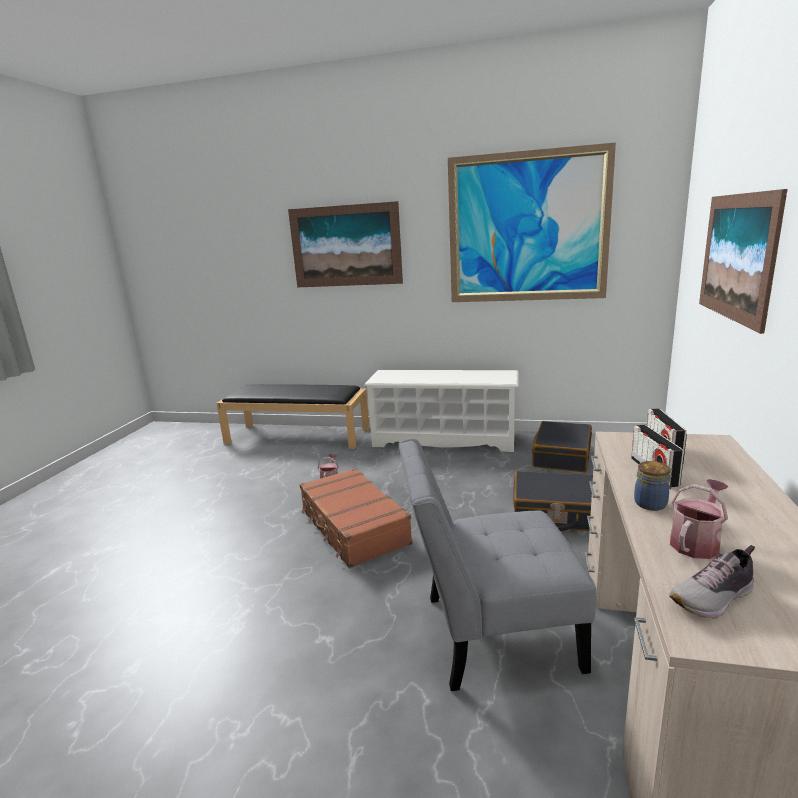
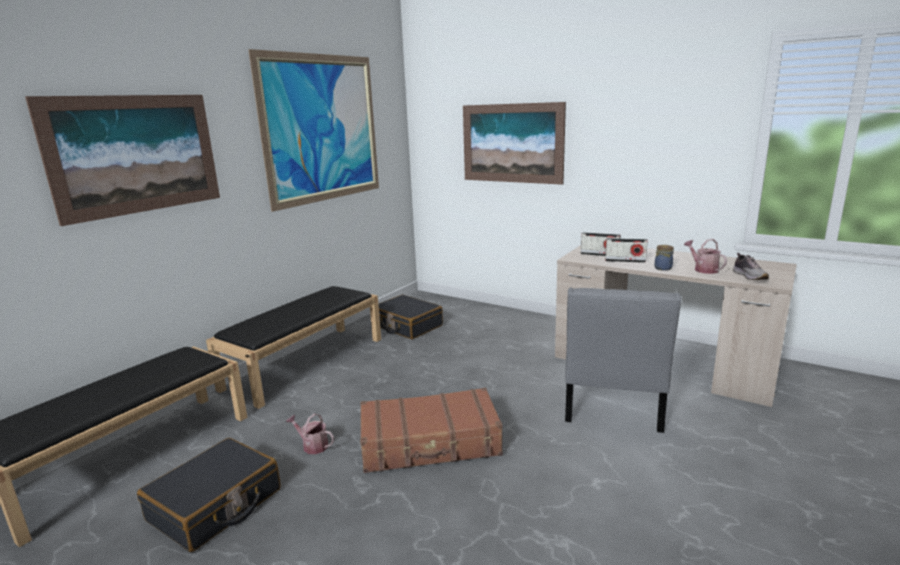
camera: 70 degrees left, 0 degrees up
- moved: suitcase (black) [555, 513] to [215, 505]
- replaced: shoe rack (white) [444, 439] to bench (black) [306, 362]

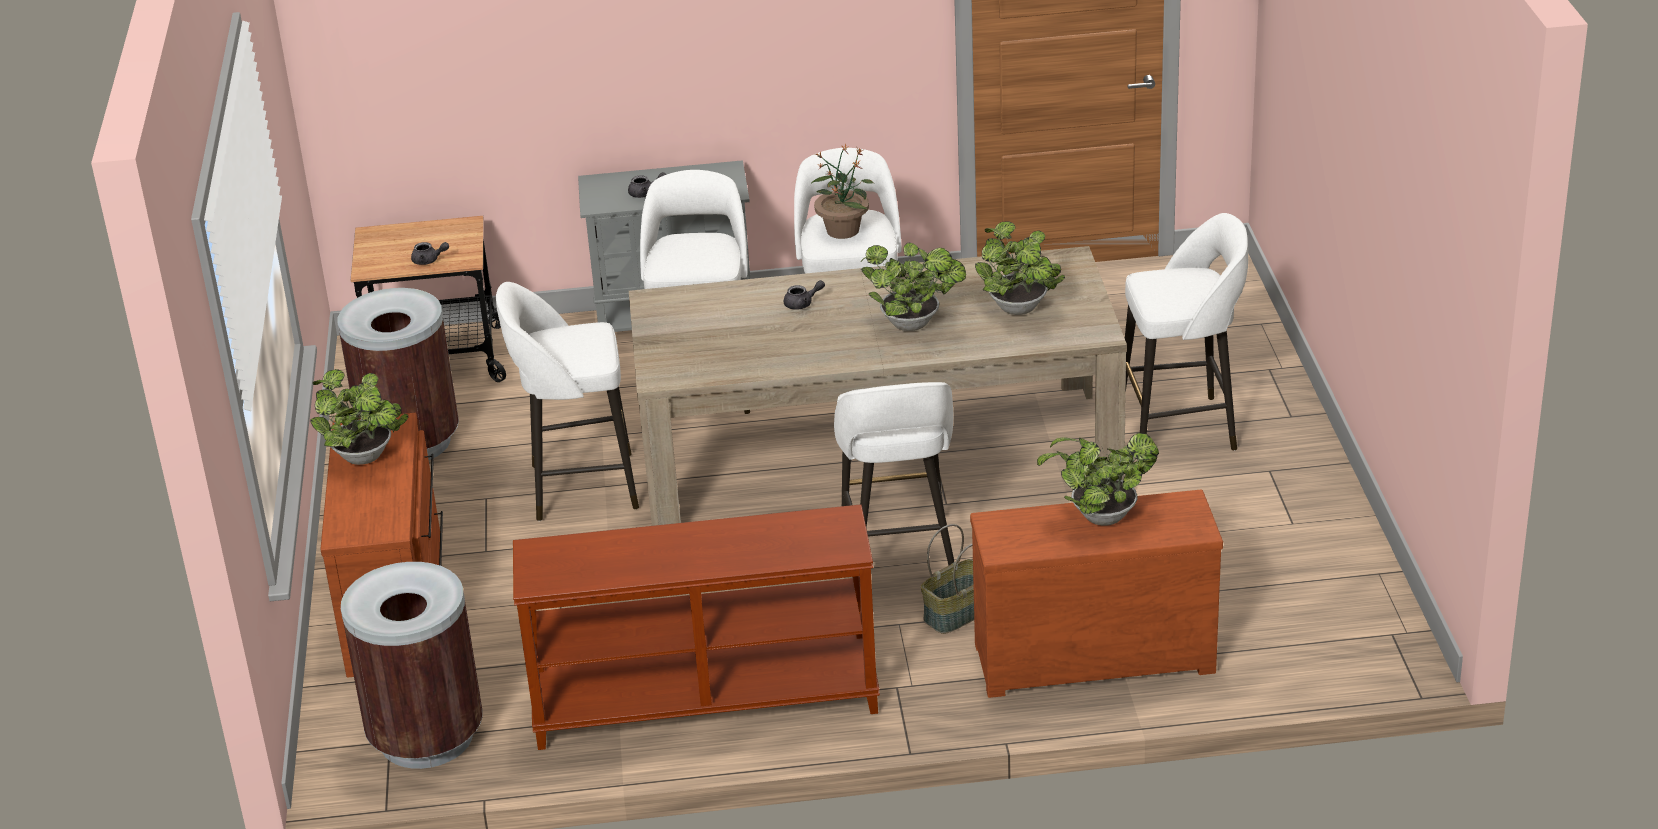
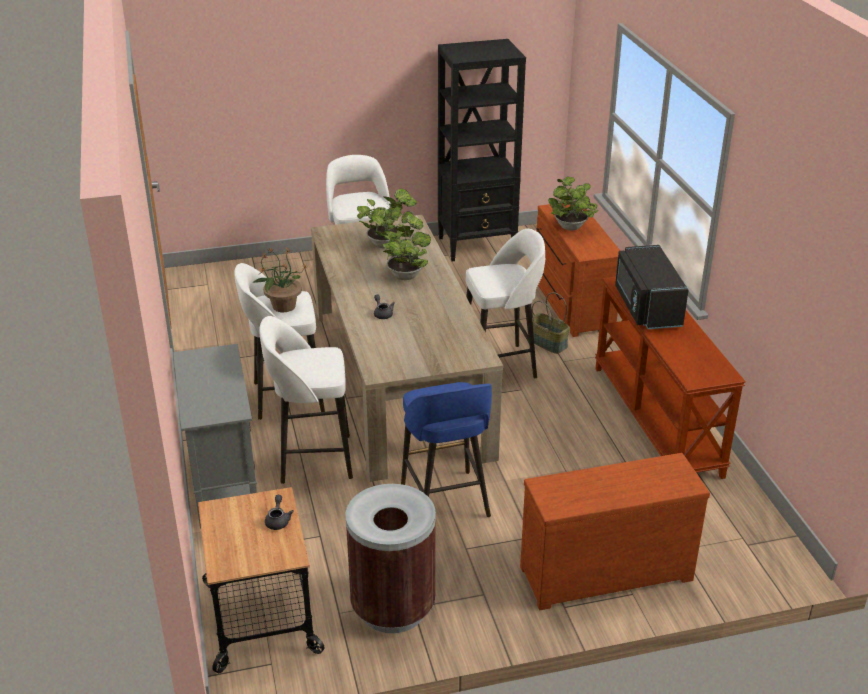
camera: 100 degrees left, 0 degrees up
- removed: potted plant [366, 458]
- removed: trash can (brown) [426, 738]
- removed: teapot (grey) [646, 193]
- added: bookcase (black) [477, 245]
- added: microwave (black) [646, 307]
- recoloured: stool (white) [580, 487] to stool (blue) [445, 502]

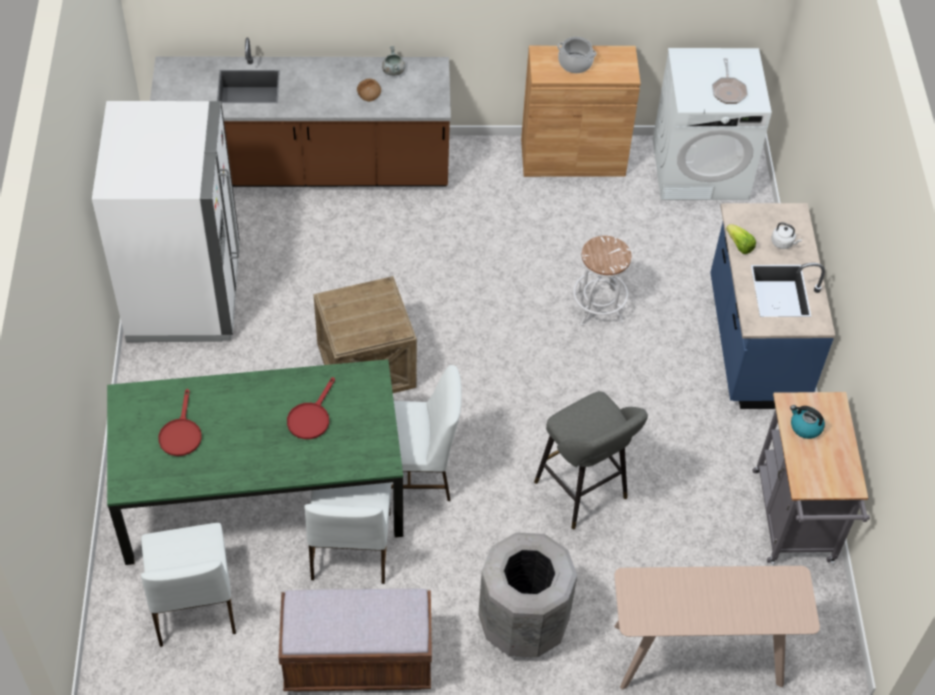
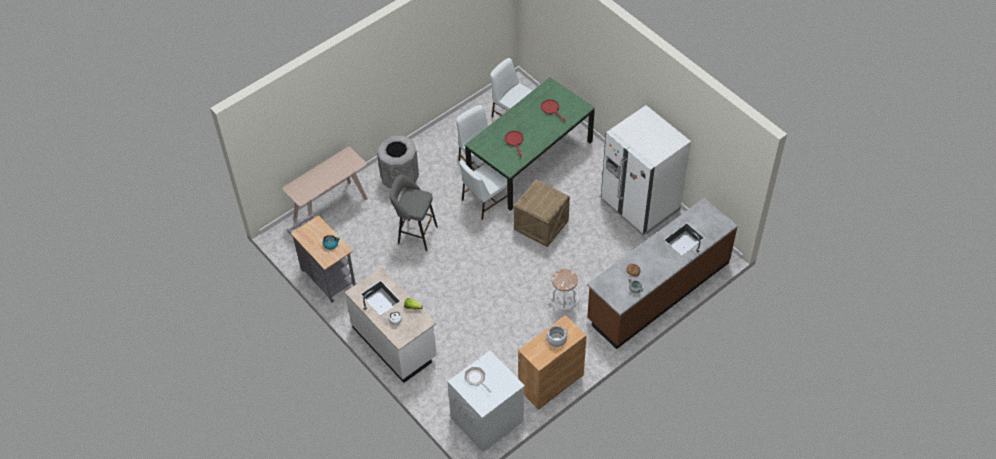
camera: 145 degrees right, 0 degrees up
- removed: bench (brown) [358, 662]
- moved: stool (white) [598, 307] to [563, 304]
- recoloured: counter (blue) [754, 343] to counter (white) [395, 342]

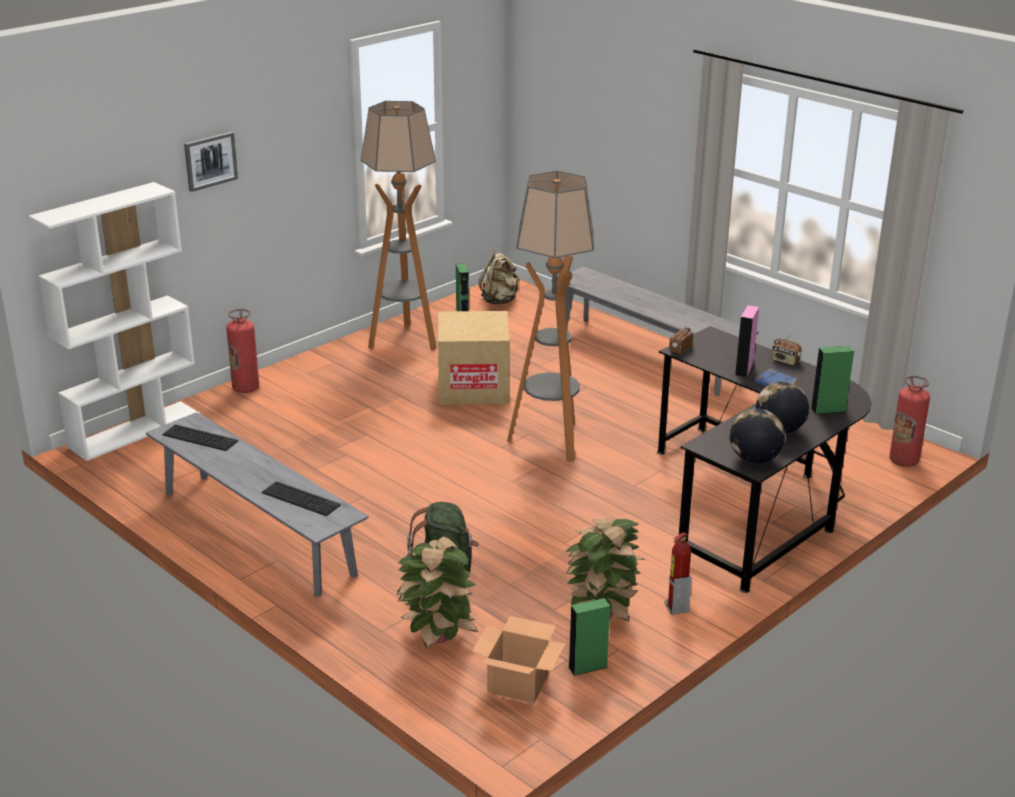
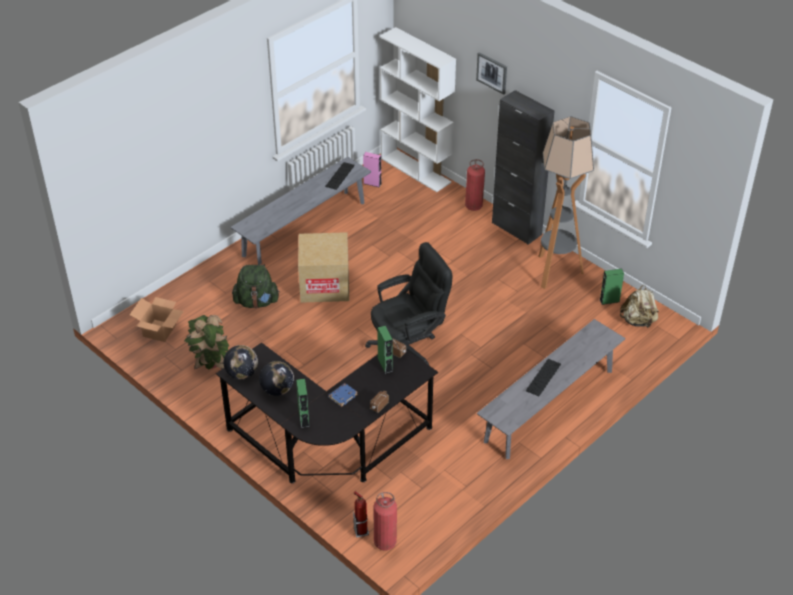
camera: 90 degrees right, 15 degrees up
- removed: potted plant [437, 637]
- added: cabinet (black) [516, 228]
- moved: keyboard [300, 499] to [543, 377]
- moved: cardboard box [473, 387] to [324, 285]
- moved: speaker (green) [588, 667] to [385, 365]
- moved: fire extinguisher [676, 608] to [361, 531]
- moved: speaker (pink) [744, 369] to [372, 183]
- replaced: floor lamp [550, 441] to office chair (black) [408, 347]

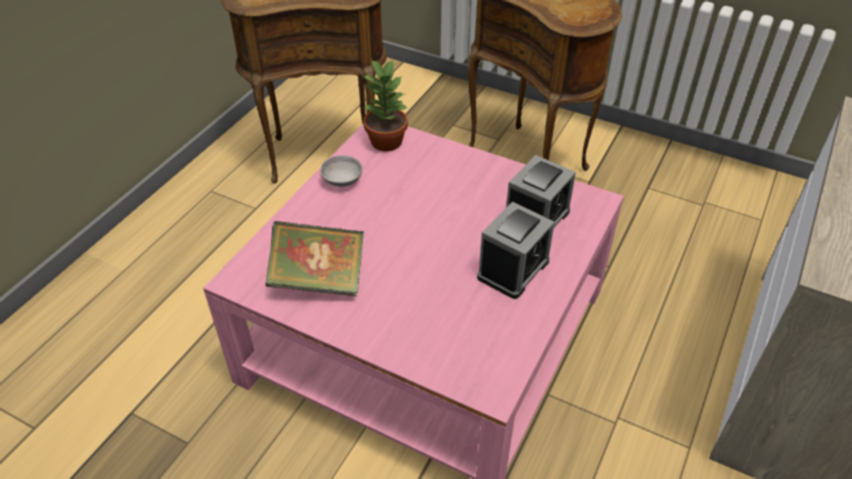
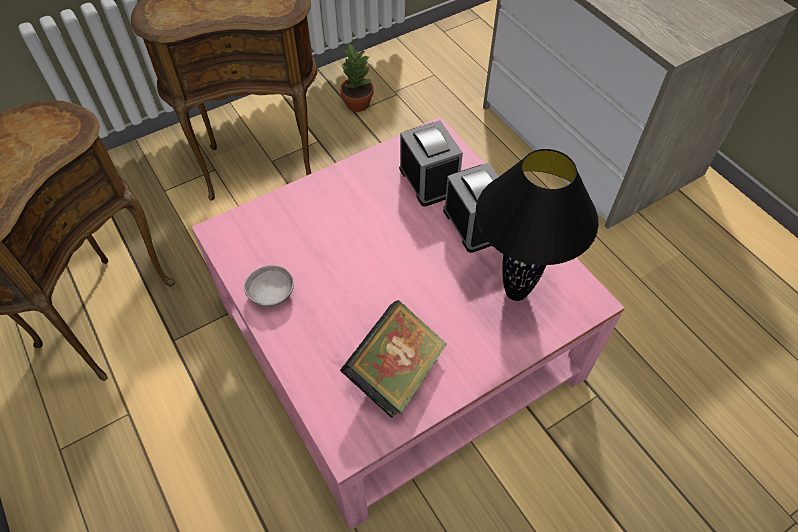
camera: 60 degrees left, 10 degrees up
- added: table lamp (black) [515, 293]
- moved: potted plant [386, 141] to [357, 103]

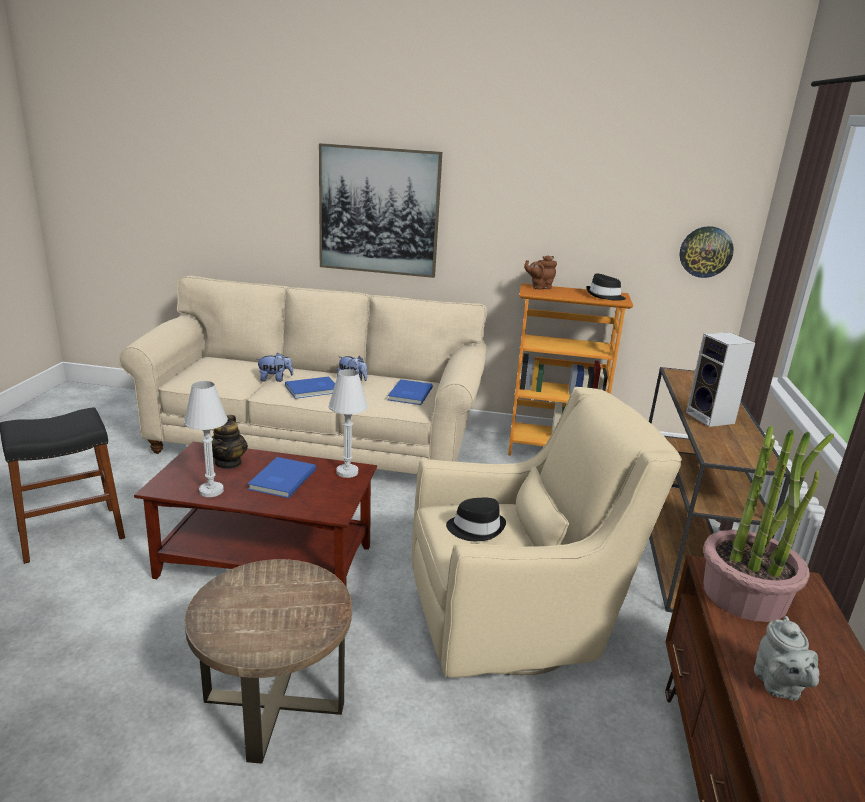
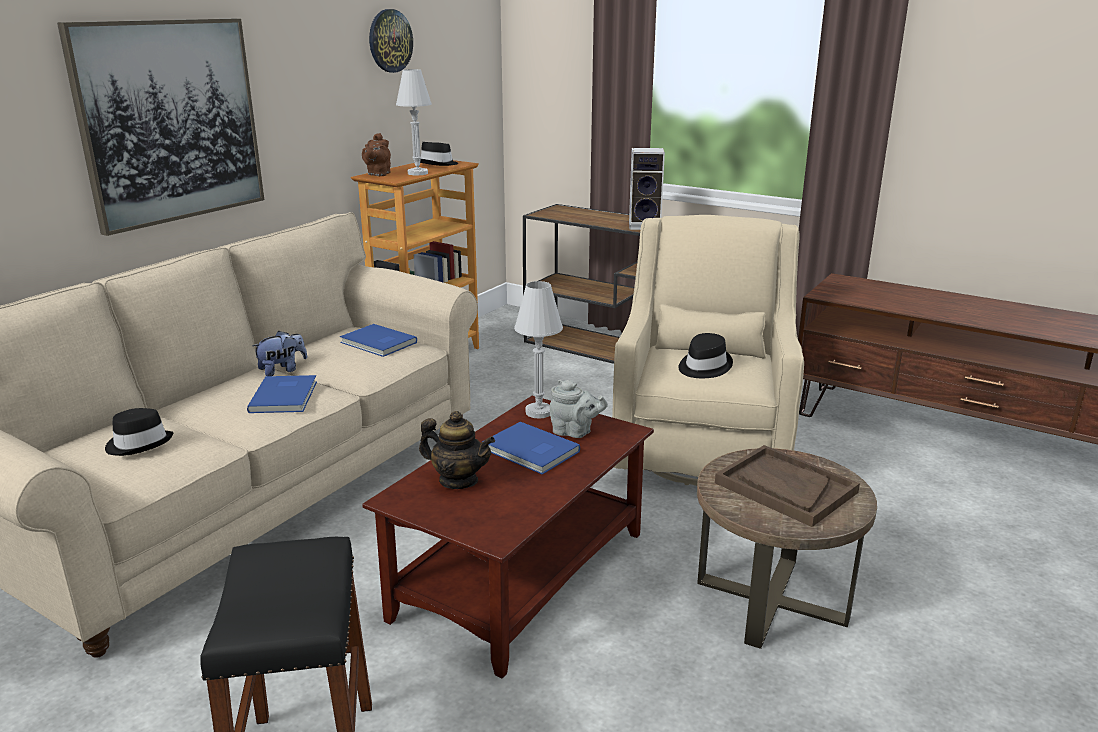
camera: 65 degrees left, 0 degrees up
- removed: plush toy [275, 379]
- removed: potted plant [745, 594]
- added: hat (black) [139, 443]
- added: tray (brown) [785, 487]
- moved: table lamp (white) [211, 491] to [417, 173]
- moved: wall clock [705, 252] to [390, 41]
- moved: teapot (grey) [778, 686] to [574, 432]

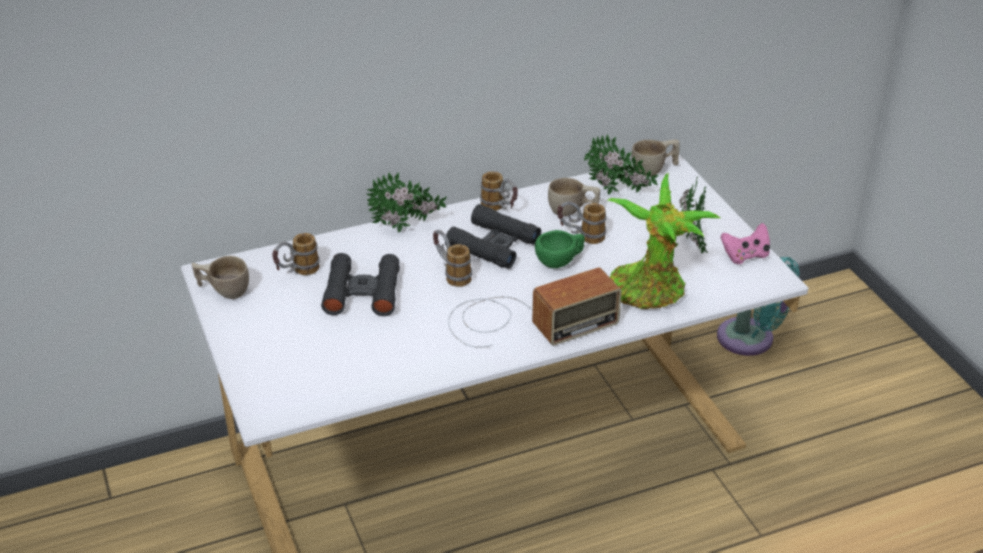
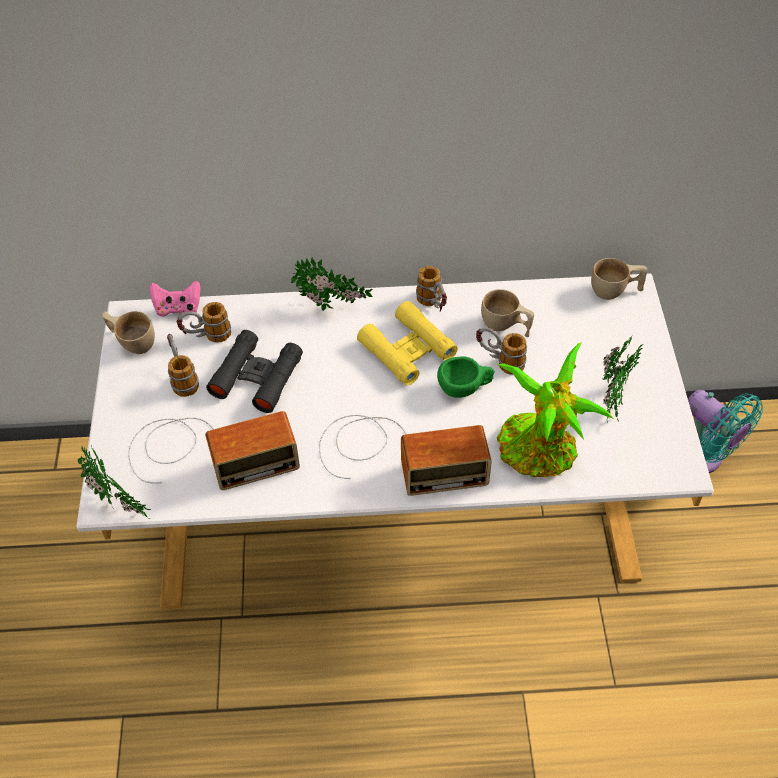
camera: 20 degrees right, 15 degrees up
- added: radio [207, 453]
- moved: mug [451, 273] to [182, 377]
- moved: potted plant [618, 194] to [121, 506]
- moved: game controller (pink) [745, 256] to [178, 308]
- recoloured: binoculars (black) [493, 245] to binoculars (yellow) [407, 349]

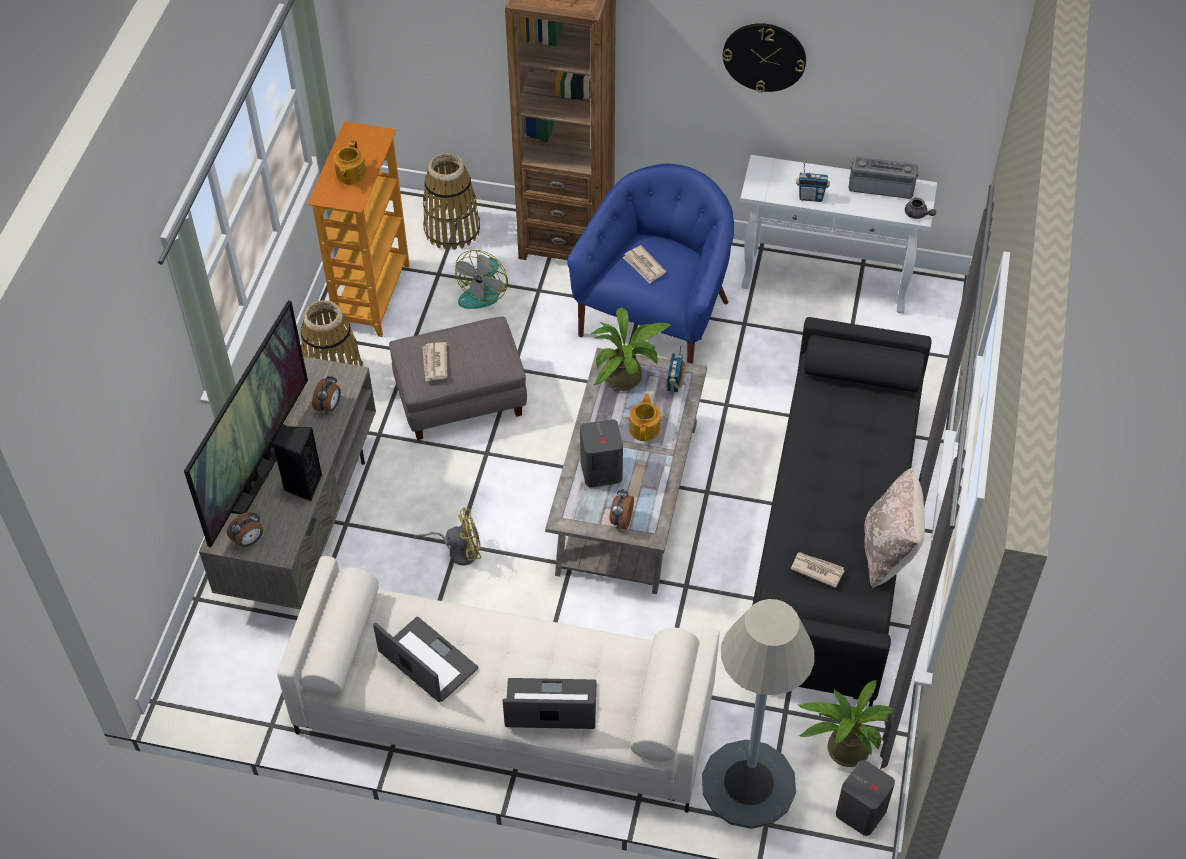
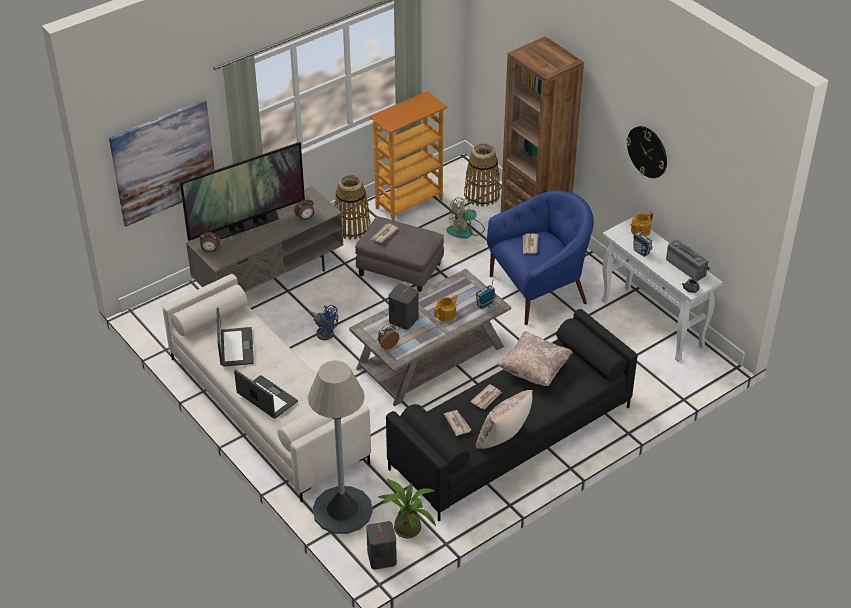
camera: 40 degrees right, 10 degrees down
- removed: speaker (black) [302, 485]
- removed: potted plant [627, 377]
- added: picture [163, 162]
- added: newspaper [486, 398]
- added: pillow (beige) [534, 370]
- moved: teapot [350, 174] to [639, 231]
- recoloured: fan (yellow) [458, 550] to fan (blue) [324, 331]

